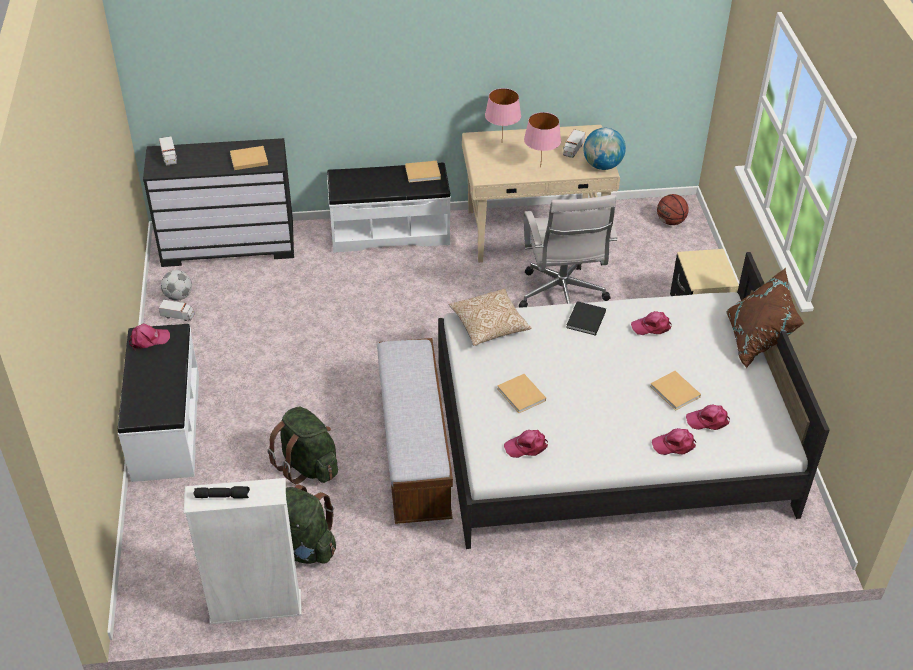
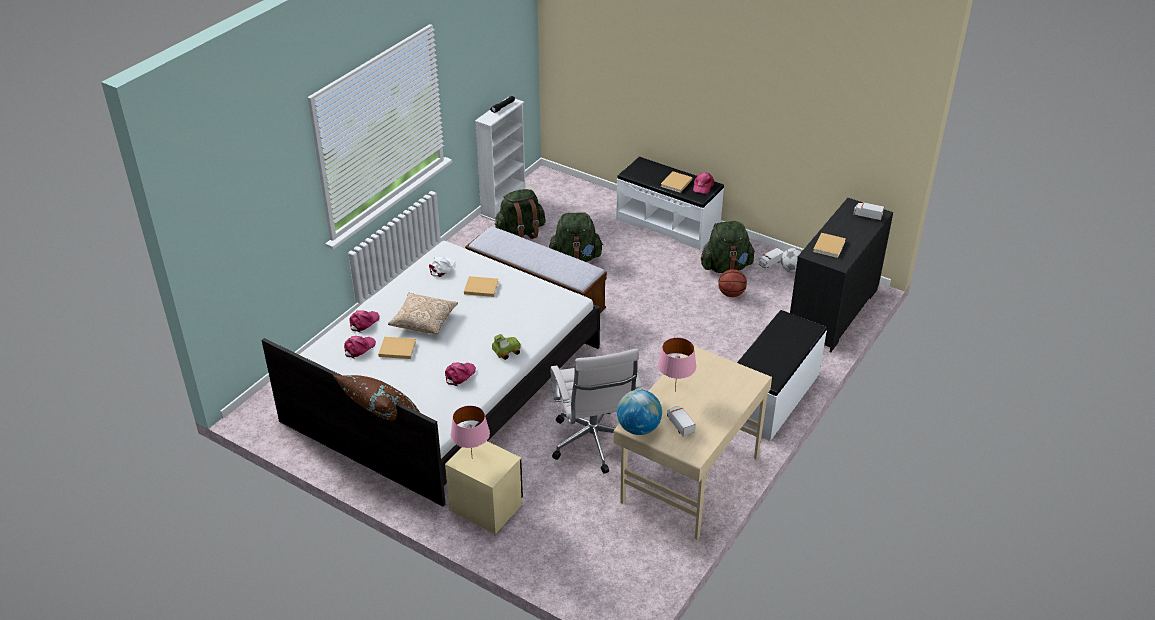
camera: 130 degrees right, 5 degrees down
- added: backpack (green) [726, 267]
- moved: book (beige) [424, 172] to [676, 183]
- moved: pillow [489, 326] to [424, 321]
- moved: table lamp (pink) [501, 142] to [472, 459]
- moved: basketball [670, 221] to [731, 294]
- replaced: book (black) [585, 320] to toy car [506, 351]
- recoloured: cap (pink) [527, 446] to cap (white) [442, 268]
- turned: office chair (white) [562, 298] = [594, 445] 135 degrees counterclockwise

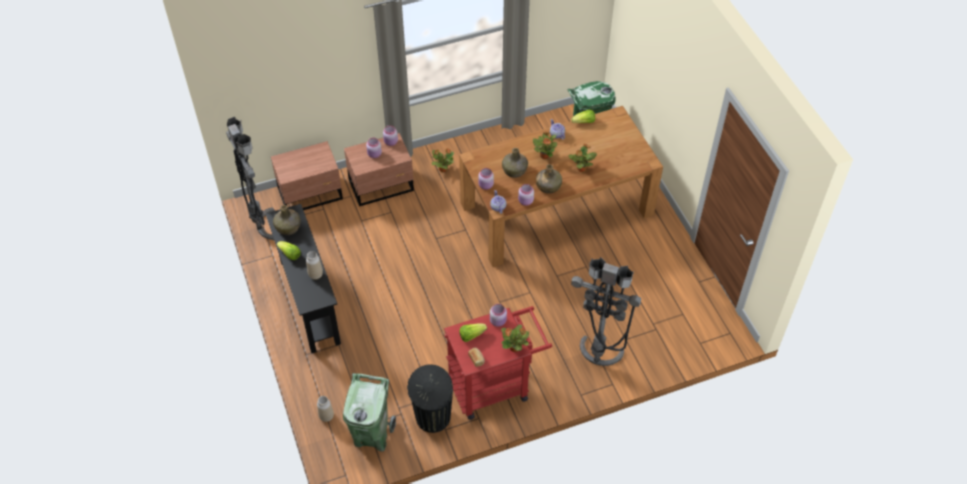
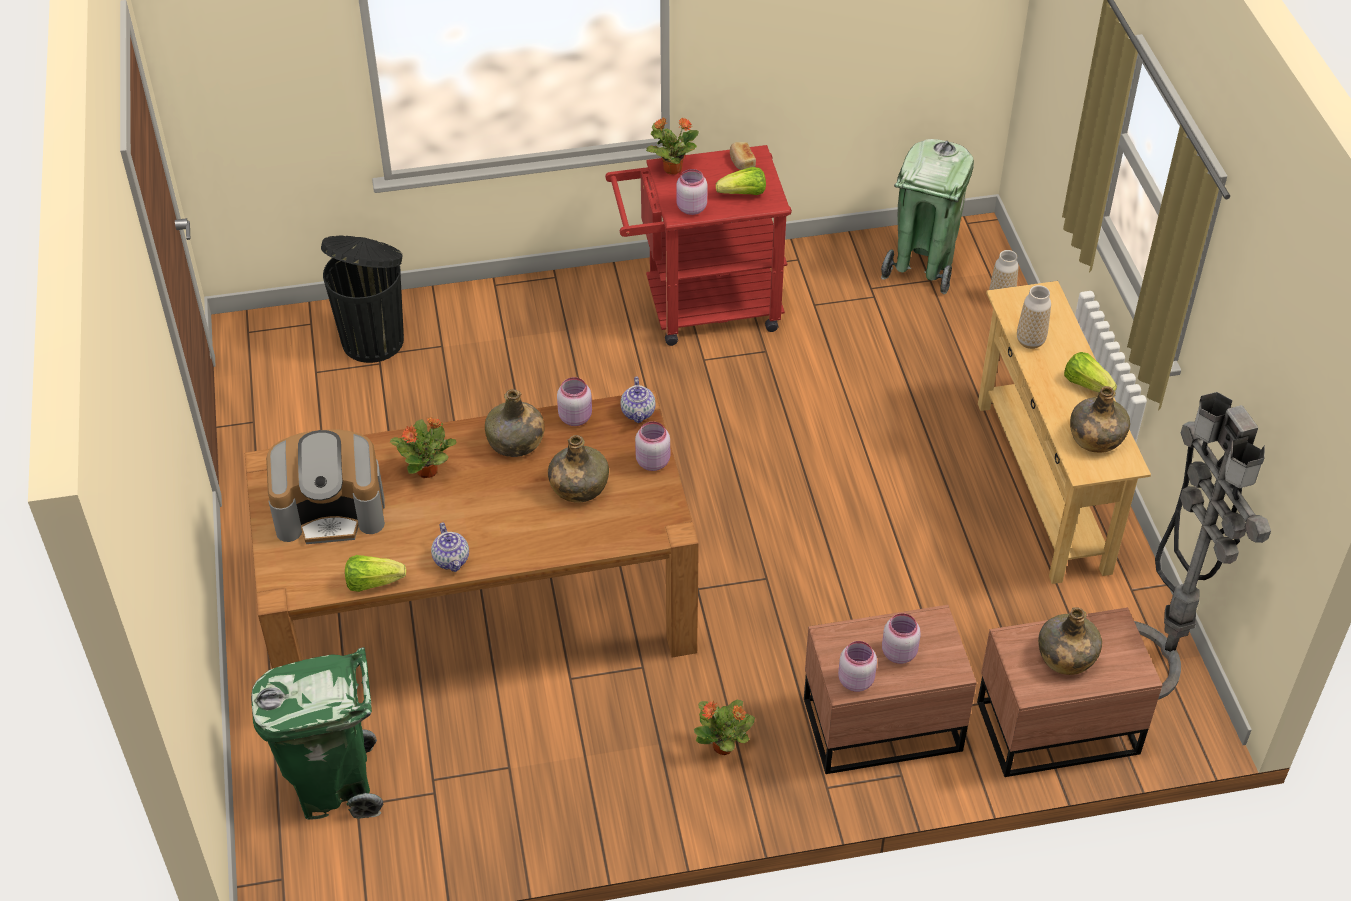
camera: 170 degrees left, 5 degrees down
- removed: potted plant [544, 155]
- removed: floor lamp (grey) [597, 359]
- added: coffee machine [331, 510]
- added: bottle (green) [1065, 656]
- moved: trash can (black) [432, 418] to [374, 339]
- recoloured: console table (black) [309, 301] to console table (beige) [1043, 486]

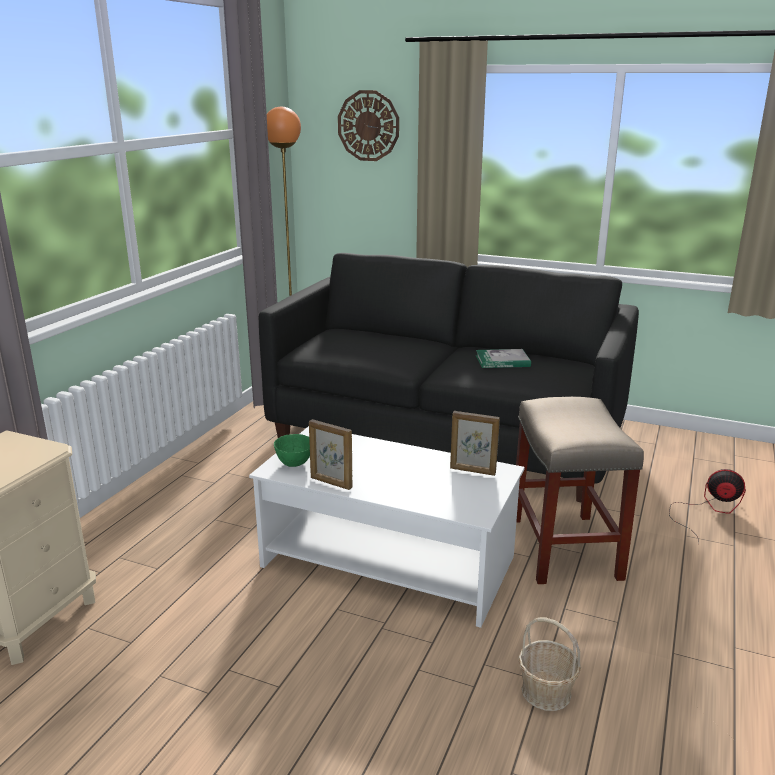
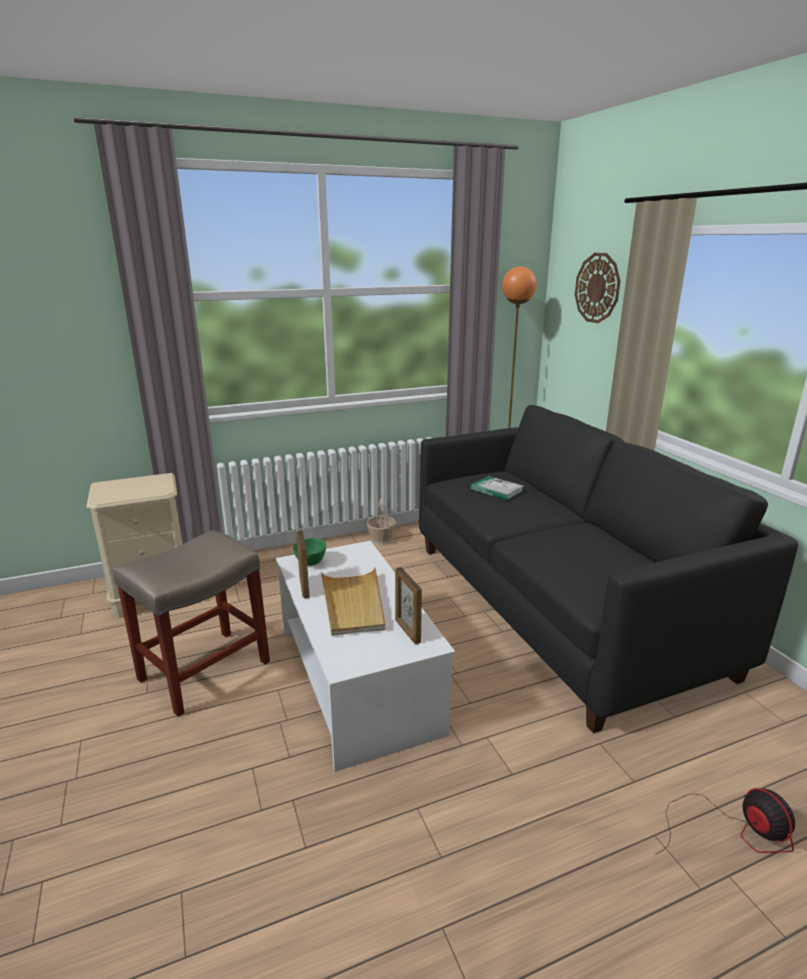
camera: 45 degrees right, 0 degrees up
- added: tray (beige) [353, 604]
- moved: book [502, 361] to [497, 490]
- moved: stool (beige) [565, 549] to [203, 671]
- moved: basket [546, 692] to [381, 539]

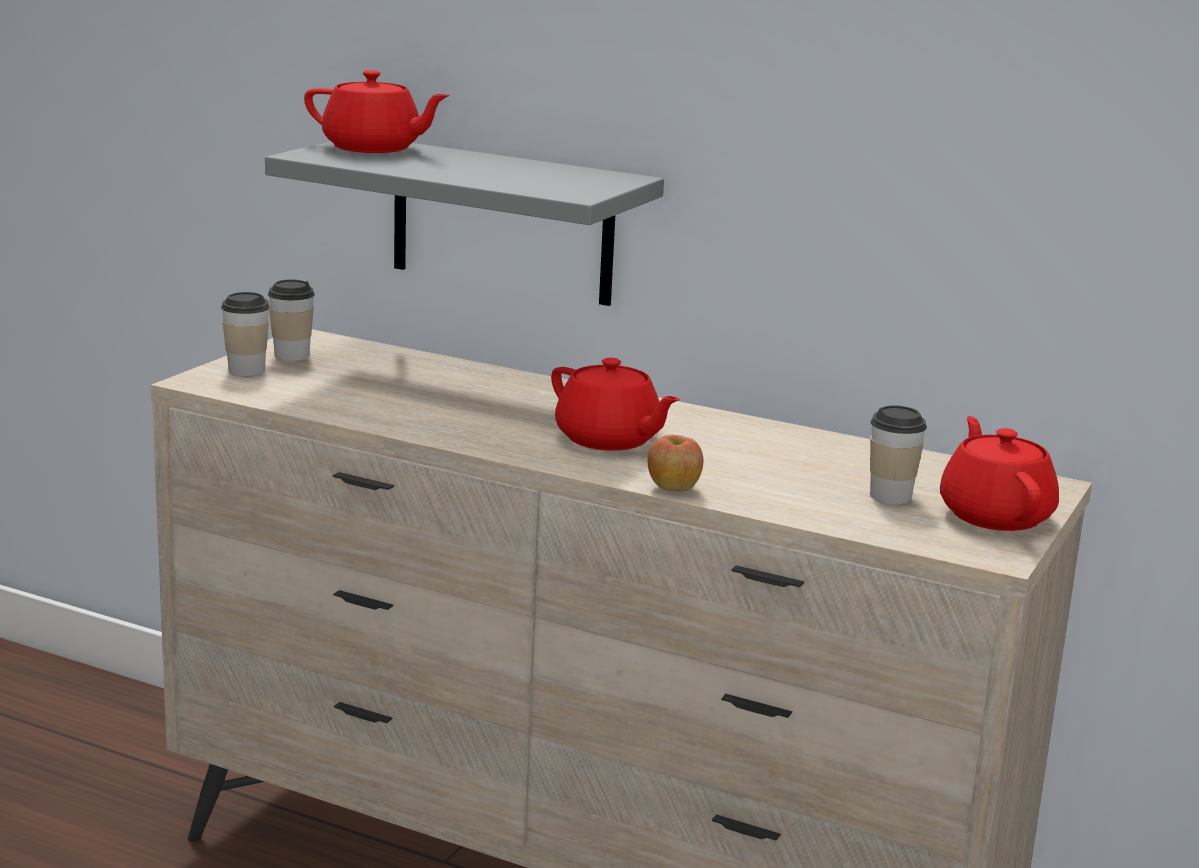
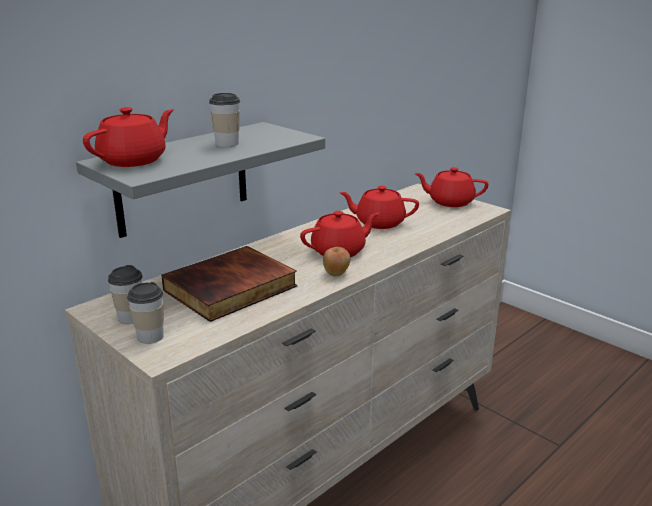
camera: 70 degrees left, 5 degrees up
- added: book [231, 289]
- added: teapot (red) [379, 223]
- moved: apple [673, 488] to [336, 274]
- moved: cup [890, 496] to [227, 143]

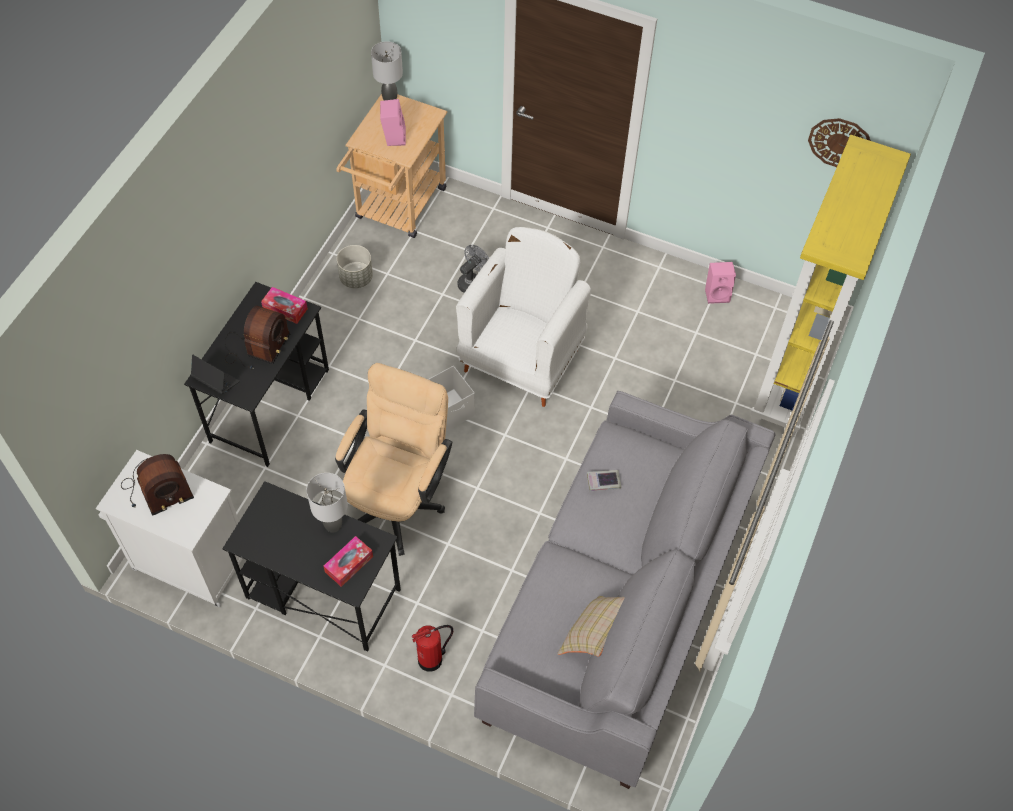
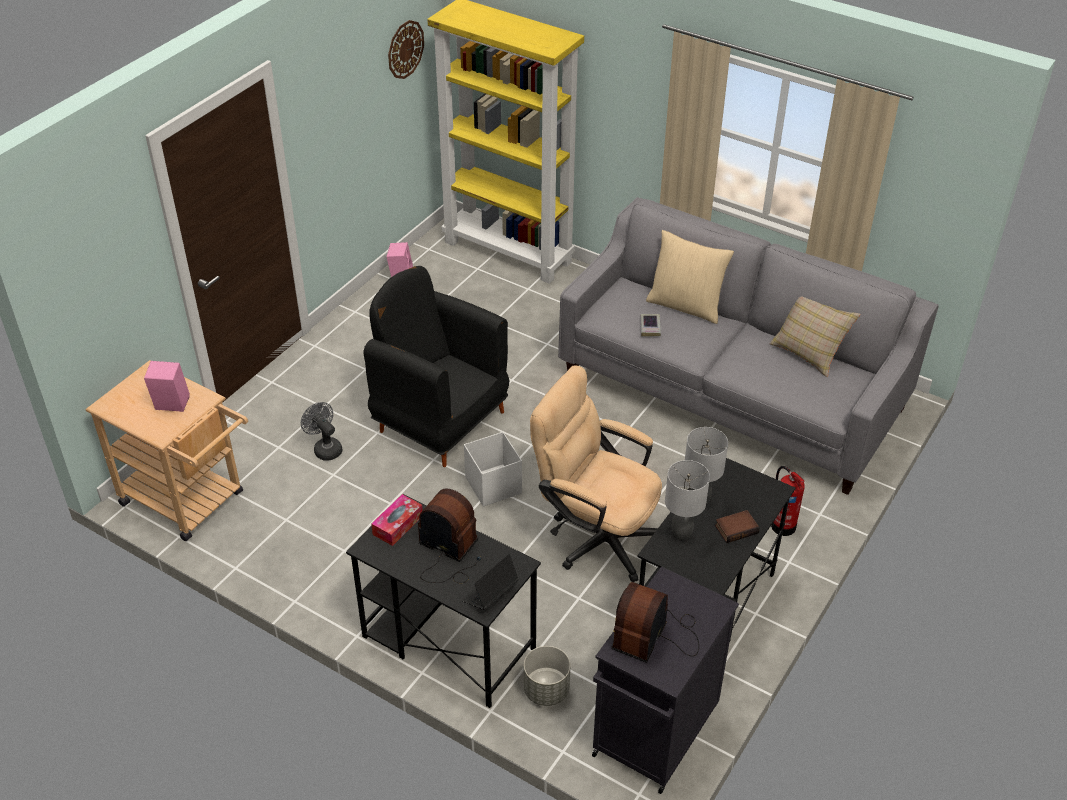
camera: 80 degrees left, 15 degrees down
- removed: tissue box [349, 564]
- added: pillow (beige) [686, 305]
- added: book [736, 528]
- moved: planter (grey) [356, 278] to [546, 690]
- moved: table lamp (grey) [390, 99] to [682, 534]
- recoloured: cabinet (white) [190, 561] to cabinet (black) [654, 732]
- recoloured: armchair (white) [522, 359] to armchair (black) [440, 421]
- turned: radio [156, 489] = [655, 635] 135 degrees counterclockwise

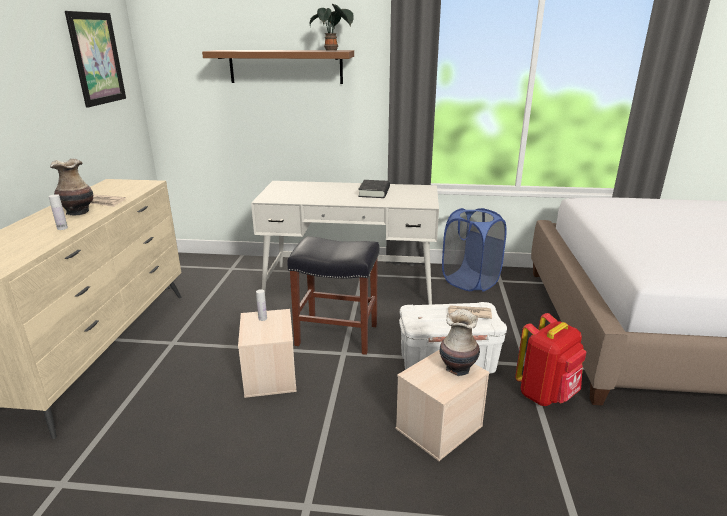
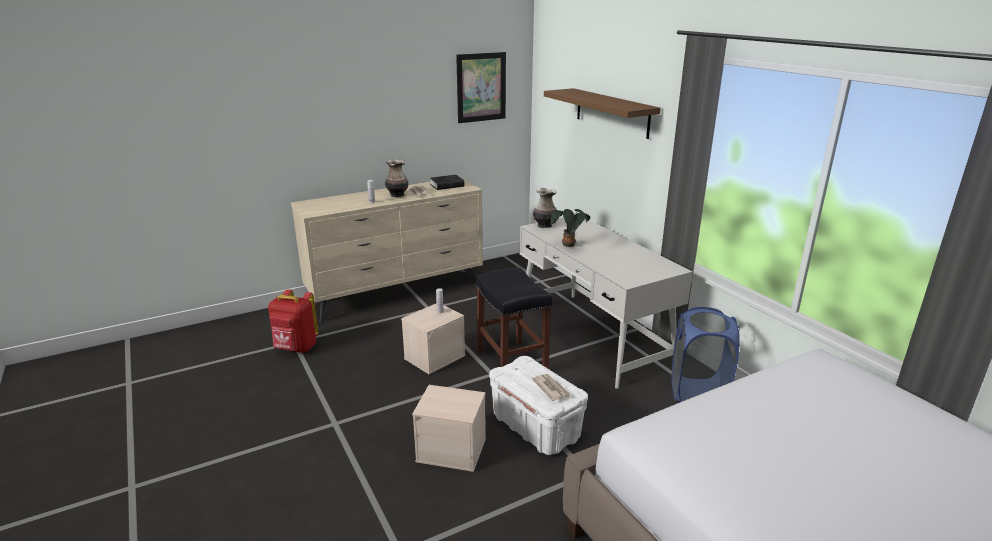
camera: 55 degrees right, 0 degrees up
- moved: potted plant [332, 50] to [569, 246]
- moved: book (black) [374, 192] to [447, 185]
- moved: vase [457, 368] to [544, 225]
- moved: backpack (red) [546, 394] to [296, 348]

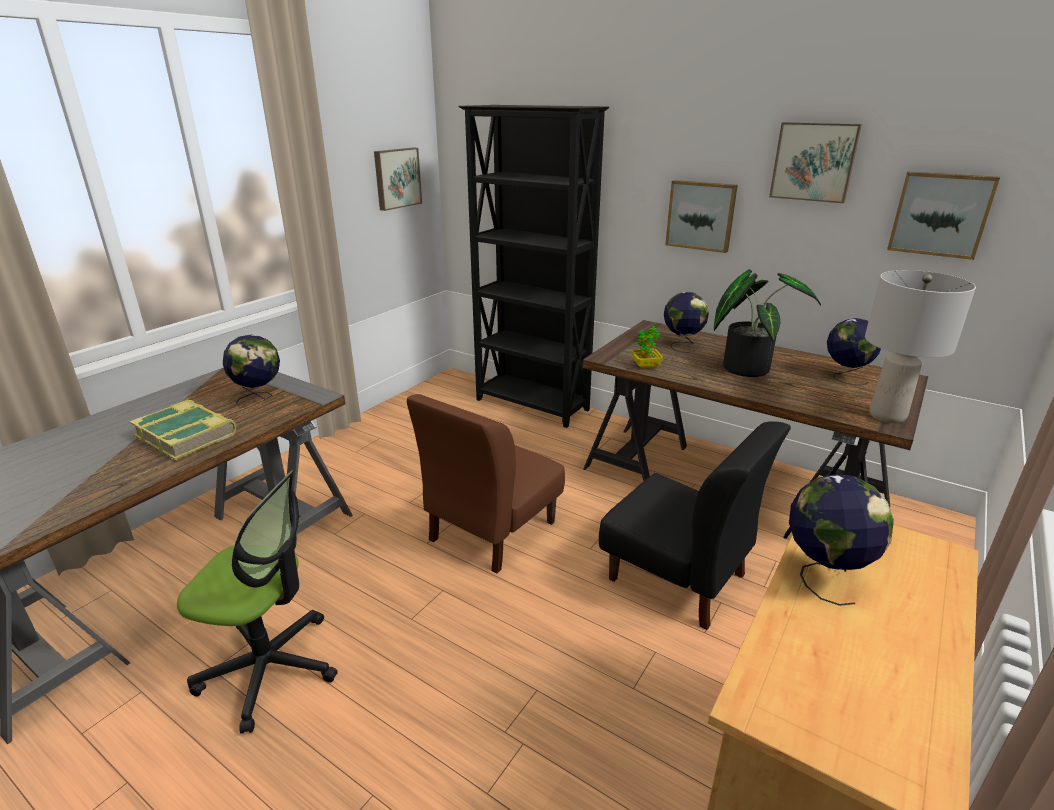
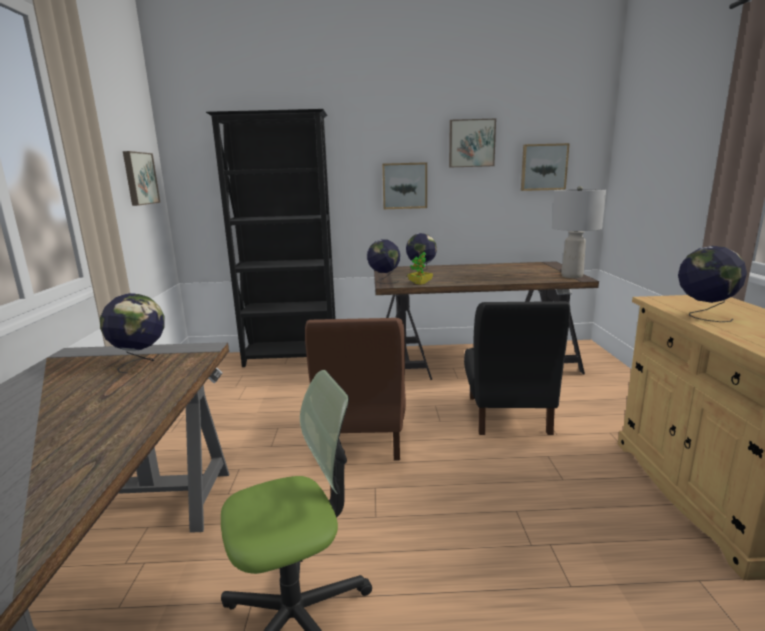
camera: 35 degrees left, 10 degrees down
- removed: book [187, 435]
- removed: potted plant [747, 366]
- moved: globe [845, 377] to [384, 281]
- turned: chair (black) [677, 577] = [507, 415] 90 degrees clockwise

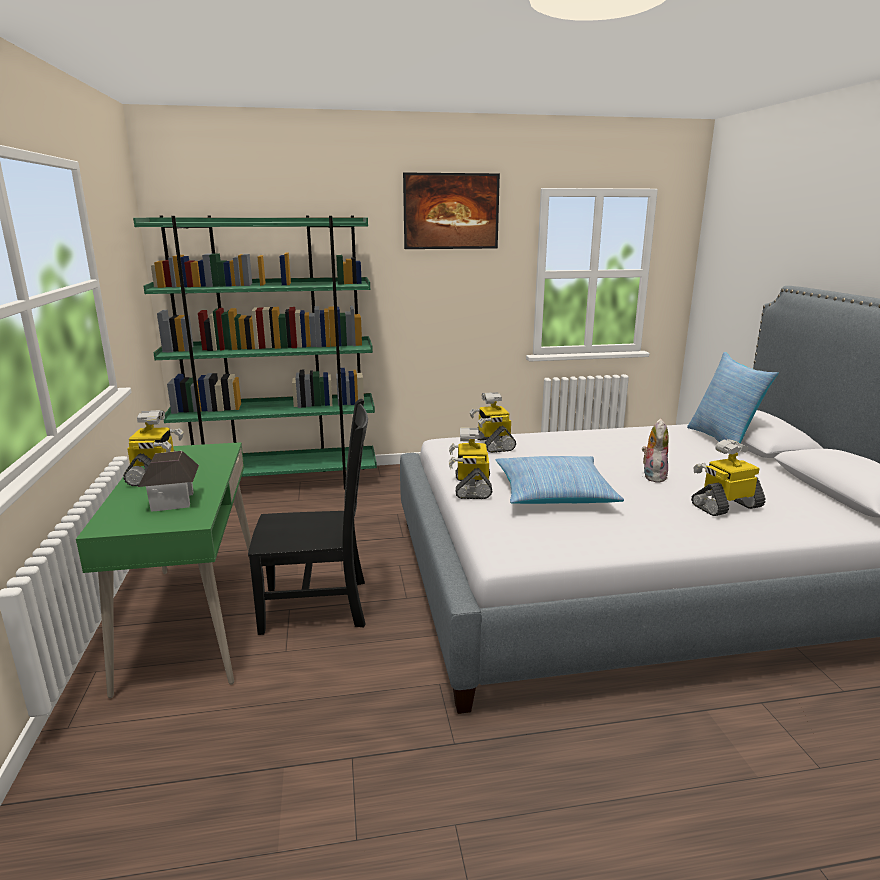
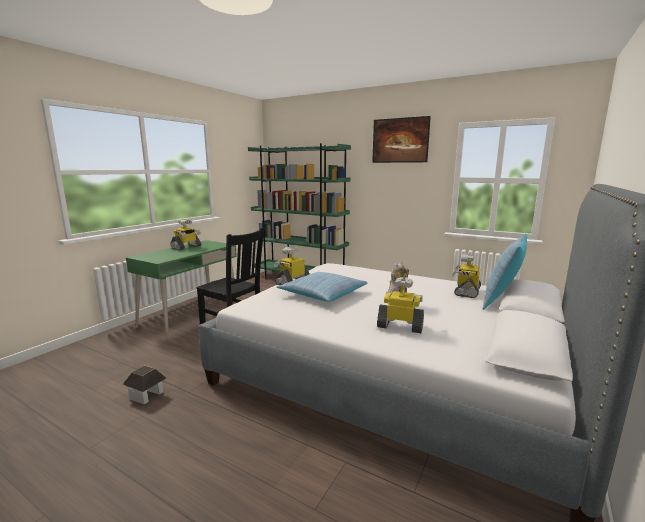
camera: 40 degrees right, 5 degrees down
- moved: toy house [173, 501] to [146, 395]
- moved: toy robot [492, 444] to [466, 291]

